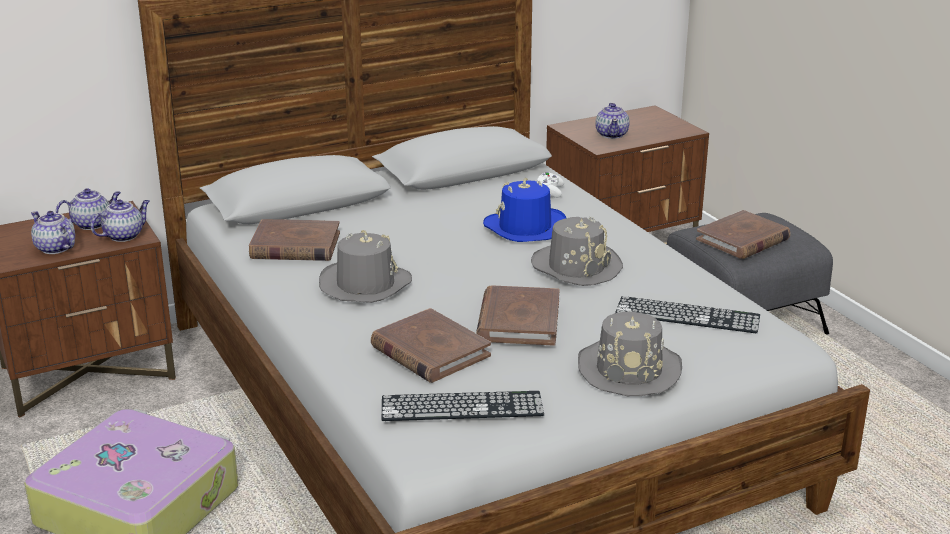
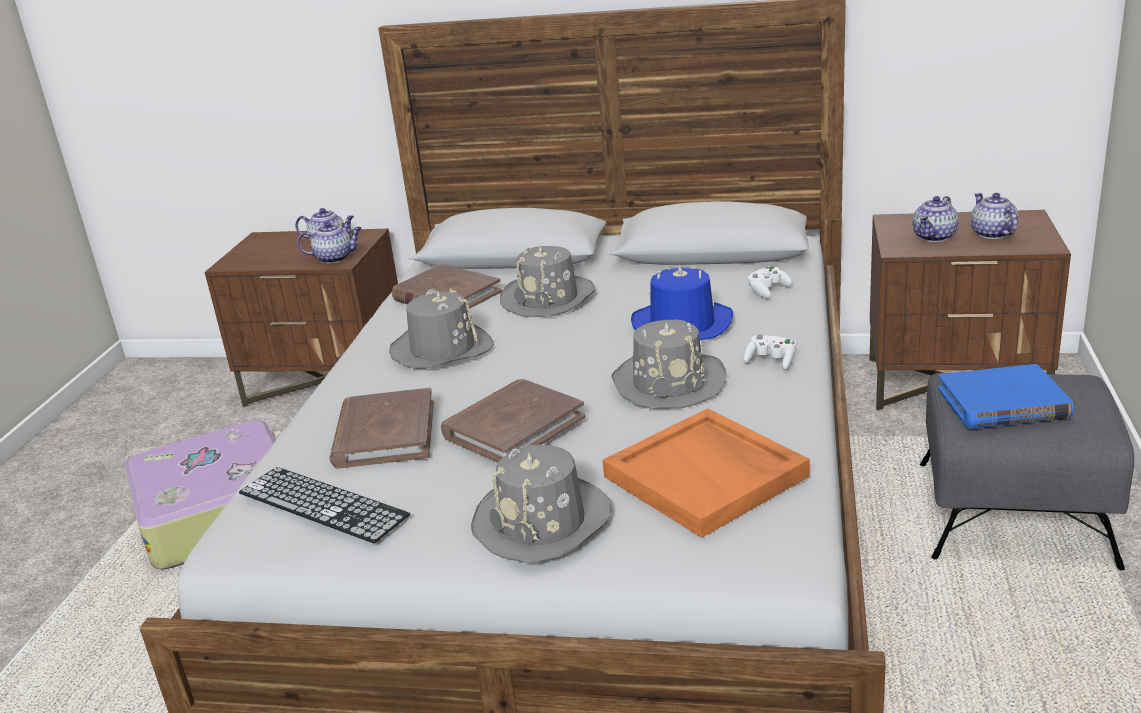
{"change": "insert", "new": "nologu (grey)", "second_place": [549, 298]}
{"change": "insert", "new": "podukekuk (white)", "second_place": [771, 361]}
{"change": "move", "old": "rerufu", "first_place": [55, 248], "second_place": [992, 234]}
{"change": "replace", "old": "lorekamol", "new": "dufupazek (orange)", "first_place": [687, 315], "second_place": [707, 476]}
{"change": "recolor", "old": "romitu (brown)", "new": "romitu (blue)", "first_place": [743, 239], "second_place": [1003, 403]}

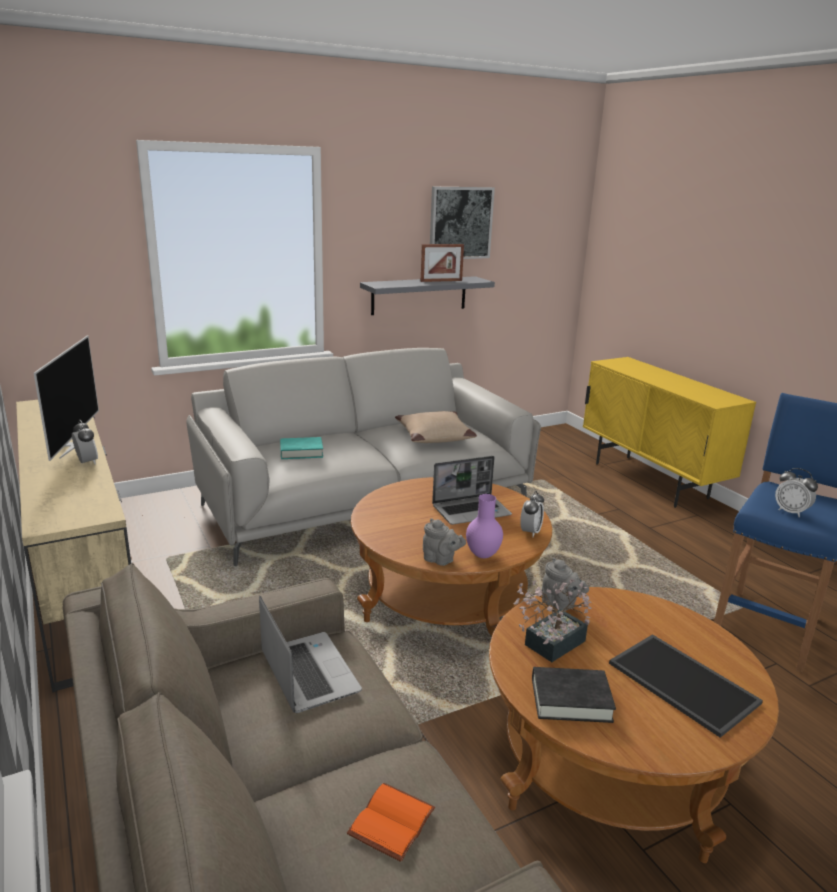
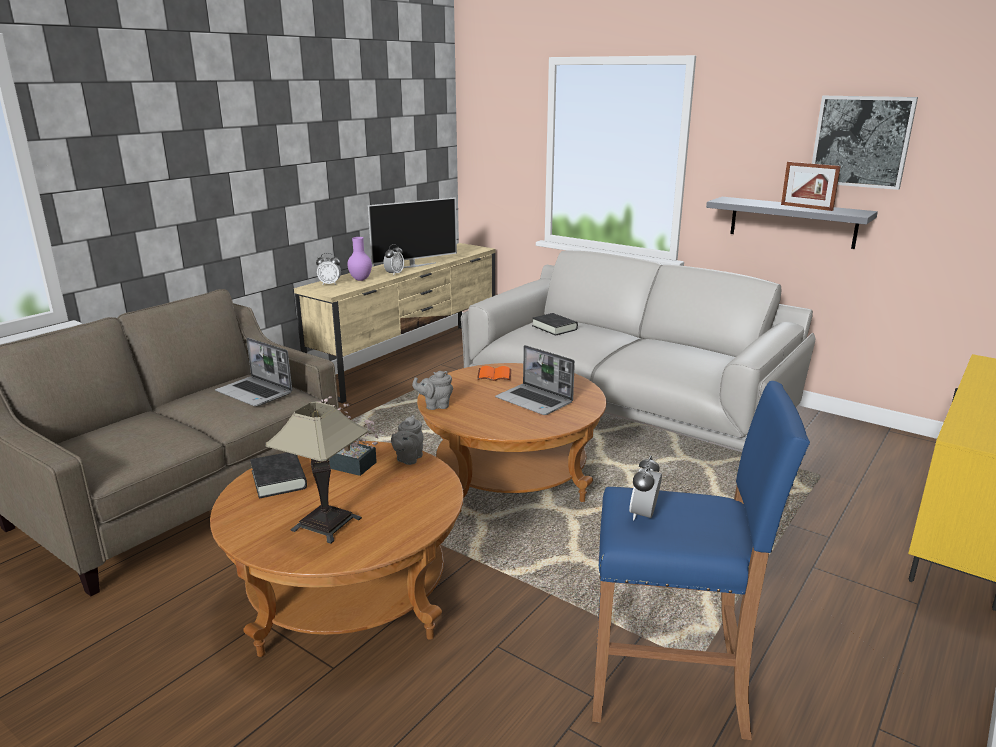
{"change": "delete", "old": "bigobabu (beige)", "first_place": [434, 436]}
{"change": "move", "old": "romitu (orange)", "first_place": [390, 820], "second_place": [495, 375]}
{"change": "move", "old": "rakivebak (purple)", "first_place": [482, 556], "second_place": [360, 280]}
{"change": "move", "old": "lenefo", "first_place": [530, 532], "second_place": [330, 284]}
{"change": "replace", "old": "dufupazek", "new": "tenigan", "first_place": [685, 683], "second_place": [326, 524]}
{"change": "recolor", "old": "romitu (turquoise)", "new": "romitu (black)", "first_place": [301, 452], "second_place": [554, 328]}
{"change": "rotate", "old": "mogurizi", "first_place": [307, 673], "second_place": [255, 393], "degrees": 90}
{"change": "rotate", "old": "rerufu (grey)", "first_place": [441, 560], "second_place": [435, 406], "degrees": 75}

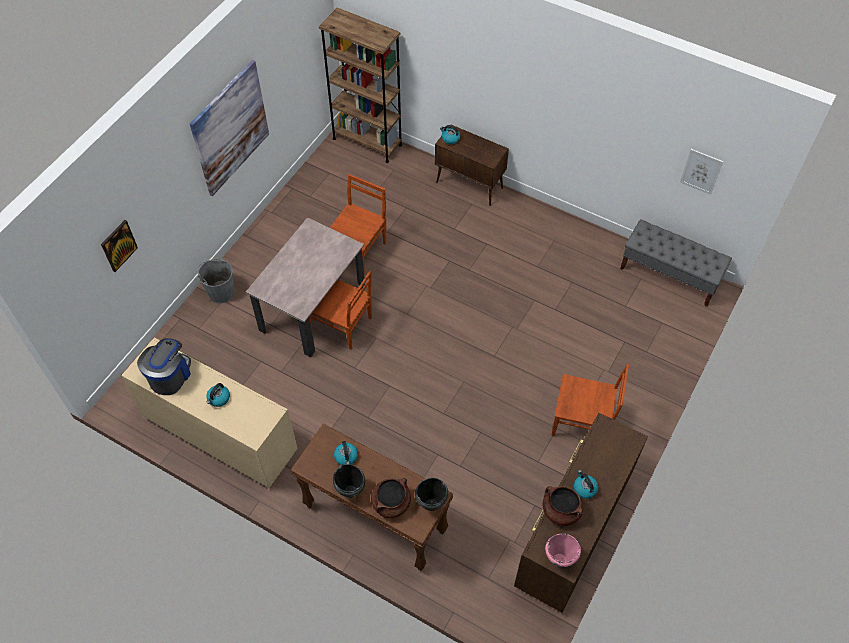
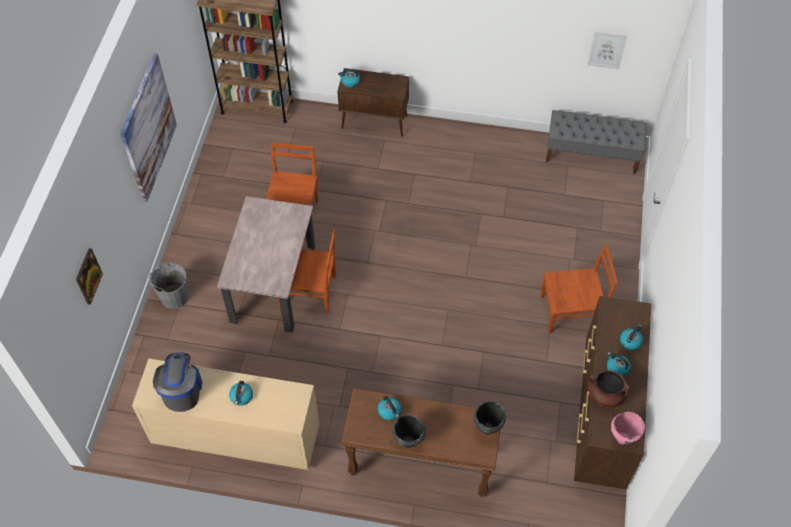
{"change": "delete", "old": "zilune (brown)", "first_place": [391, 503]}
{"change": "insert", "new": "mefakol", "second_place": [630, 341]}

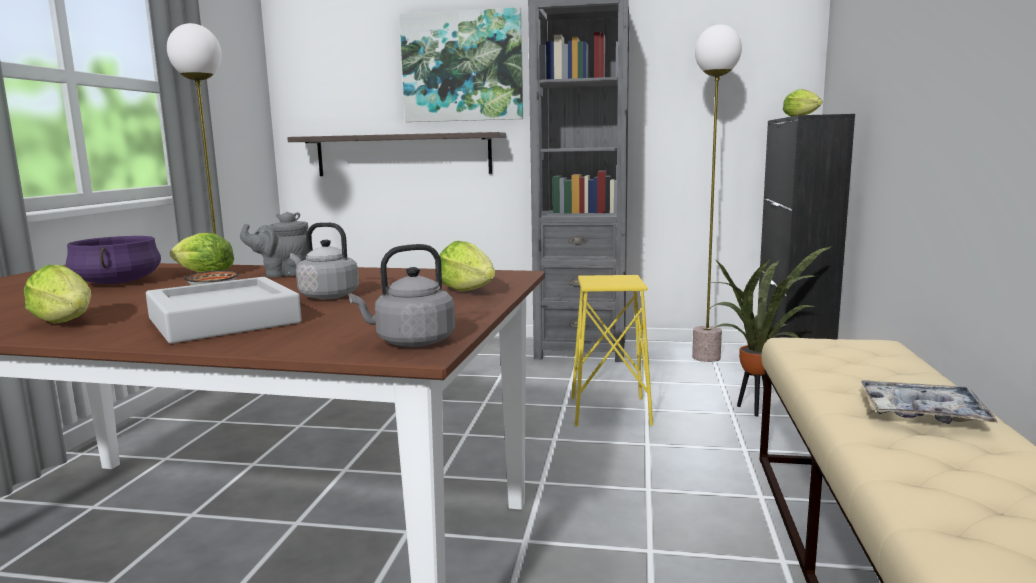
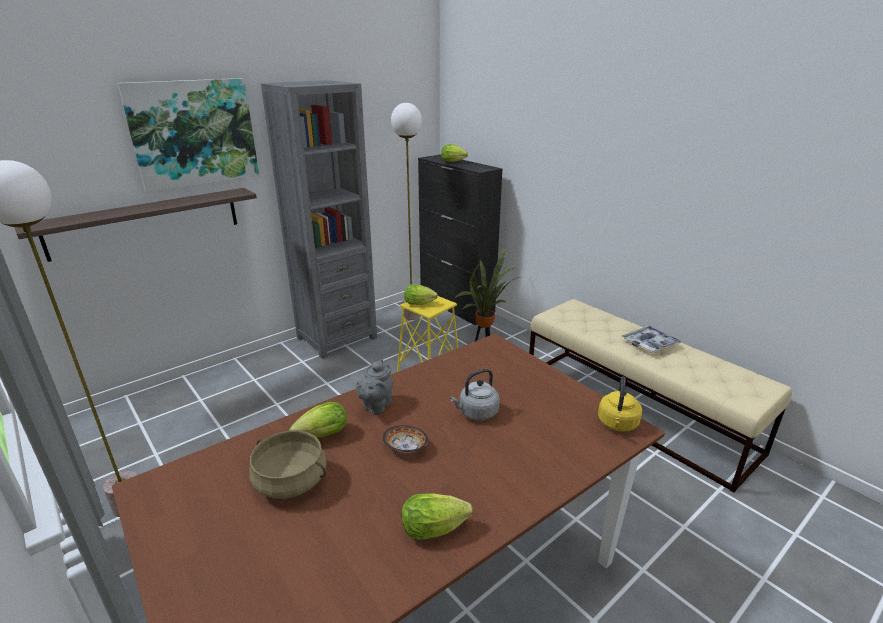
{"change": "delete", "old": "dufupazek (grey)", "first_place": [224, 321]}
{"change": "move", "old": "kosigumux", "first_place": [470, 292], "second_place": [421, 304]}
{"change": "recolor", "old": "zilune (purple)", "new": "zilune (beige)", "first_place": [118, 282], "second_place": [291, 481]}
{"change": "recolor", "old": "mefakol (grey)", "new": "mefakol (yellow)", "first_place": [411, 342], "second_place": [617, 424]}

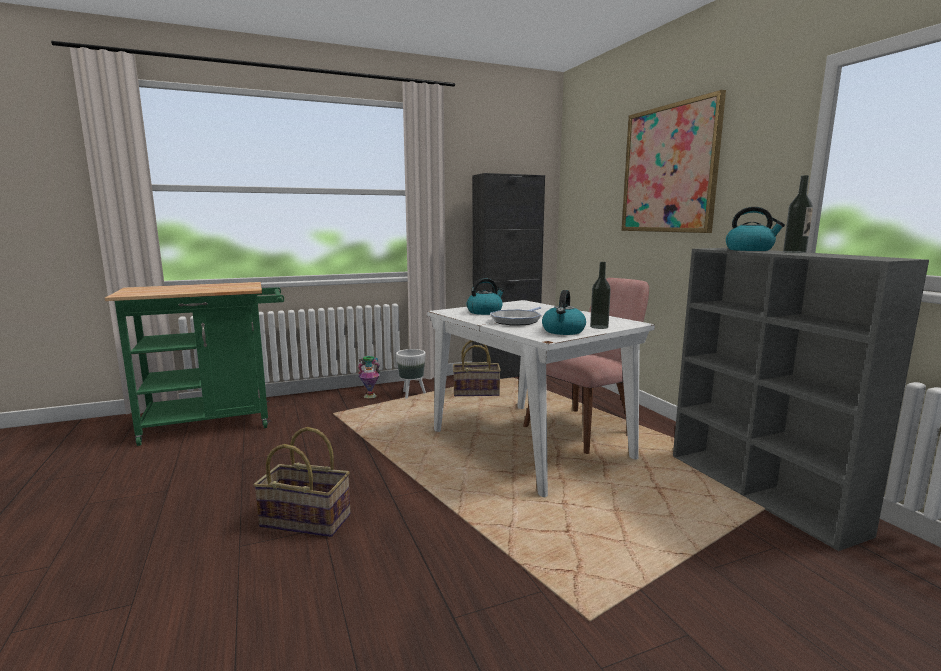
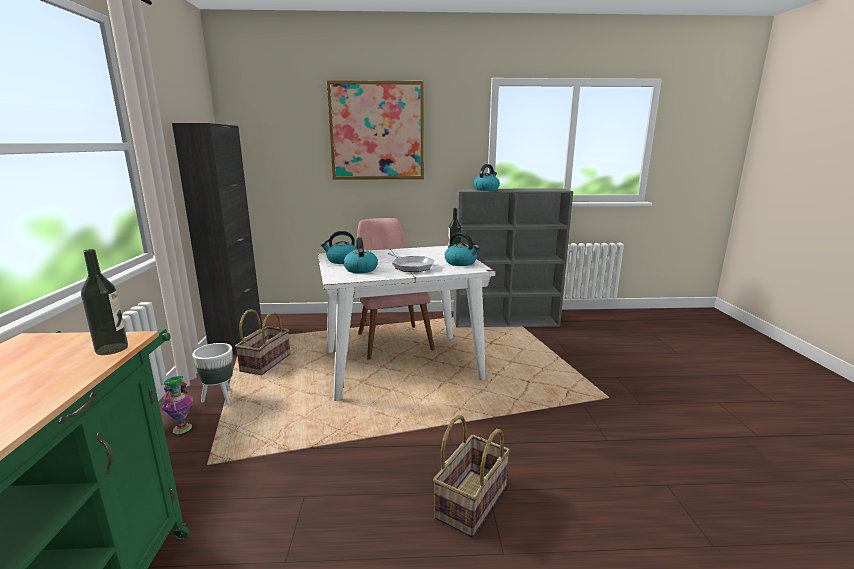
{"change": "insert", "new": "mefakol", "second_place": [342, 261]}
{"change": "move", "old": "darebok", "first_place": [794, 252], "second_place": [112, 349]}

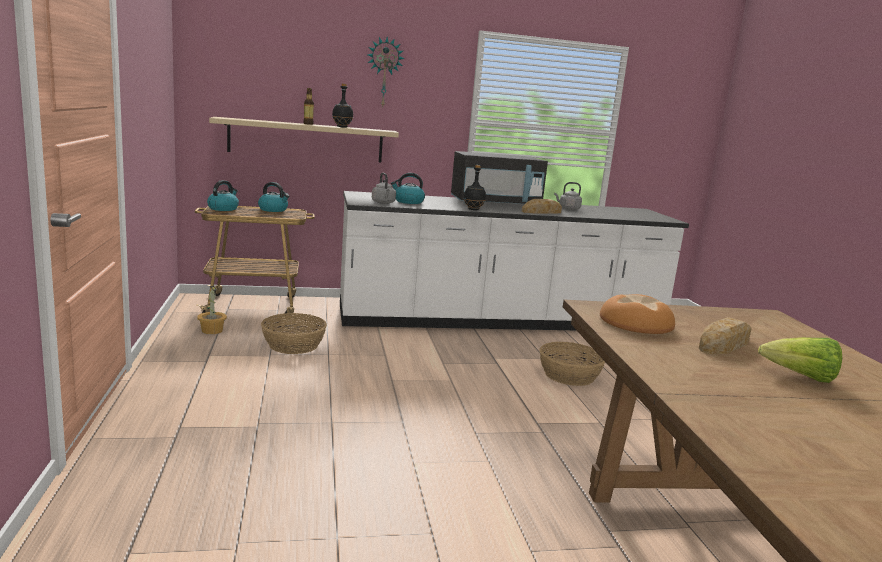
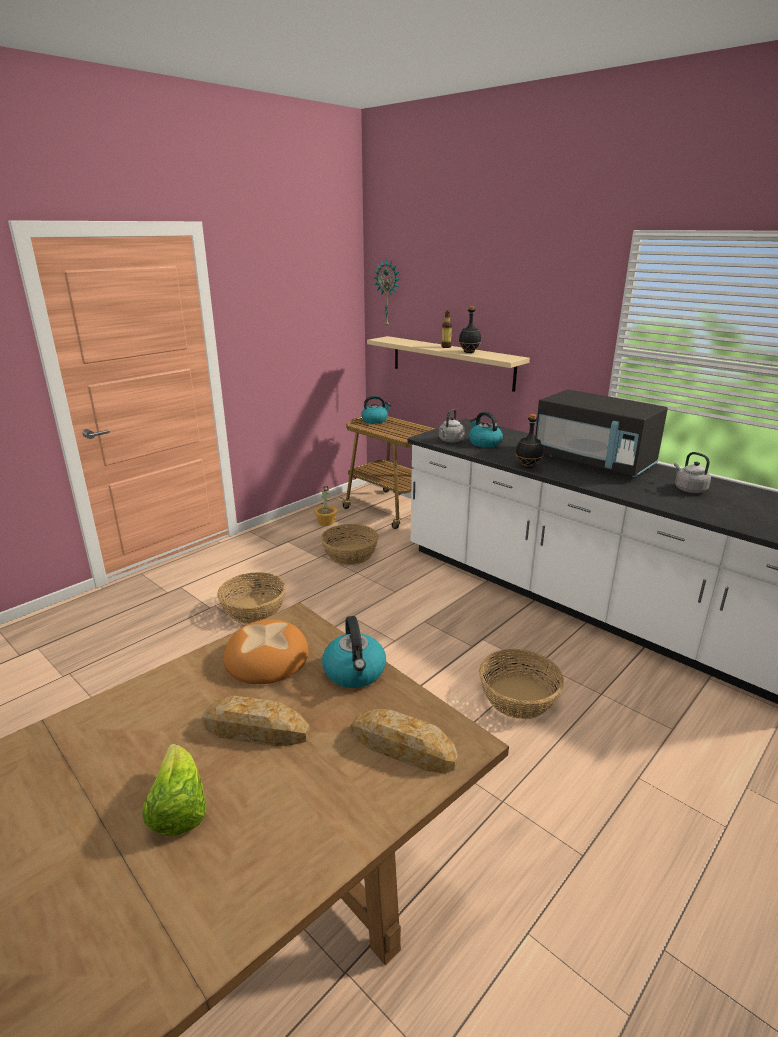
{"change": "insert", "new": "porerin", "second_place": [254, 609]}
{"change": "move", "old": "mefakol", "first_place": [273, 210], "second_place": [355, 672]}
{"change": "move", "old": "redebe", "first_place": [384, 72], "second_place": [388, 293]}
{"change": "move", "old": "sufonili", "first_place": [541, 212], "second_place": [403, 747]}

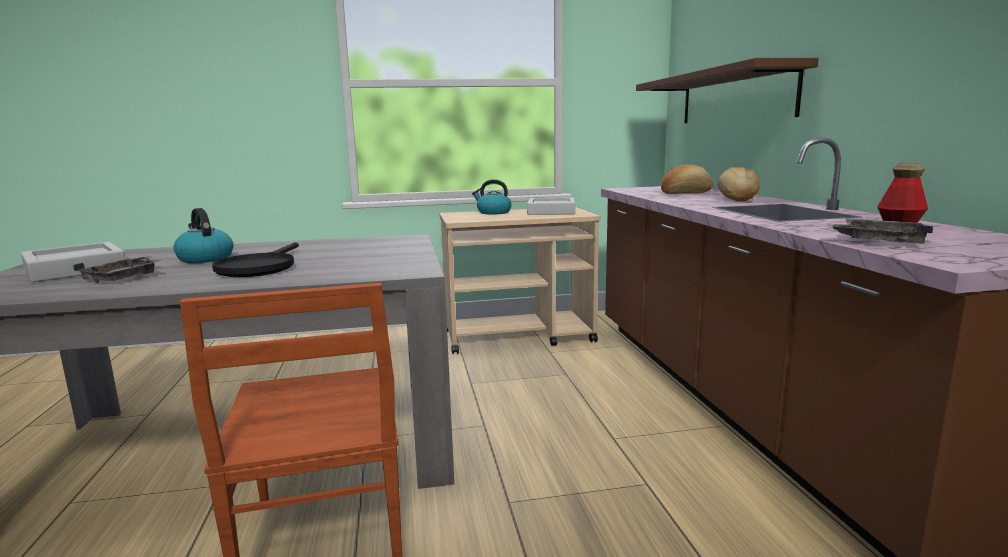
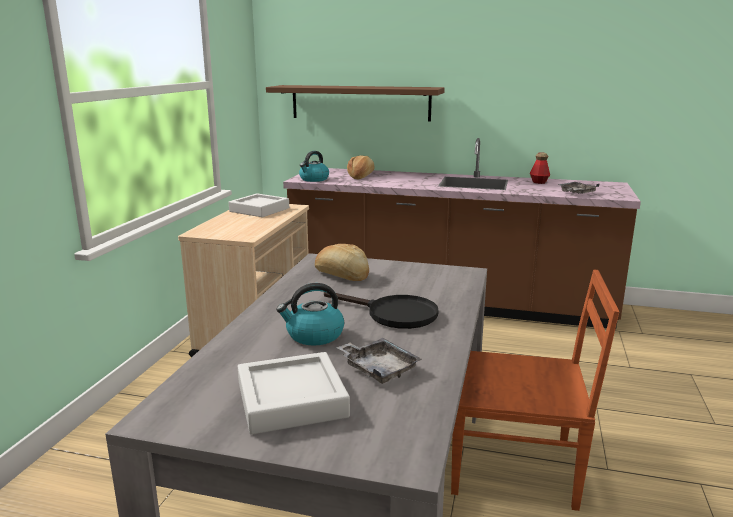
{"change": "move", "old": "mefakol", "first_place": [493, 212], "second_place": [314, 179]}
{"change": "move", "old": "sufonili", "first_place": [735, 199], "second_place": [342, 276]}

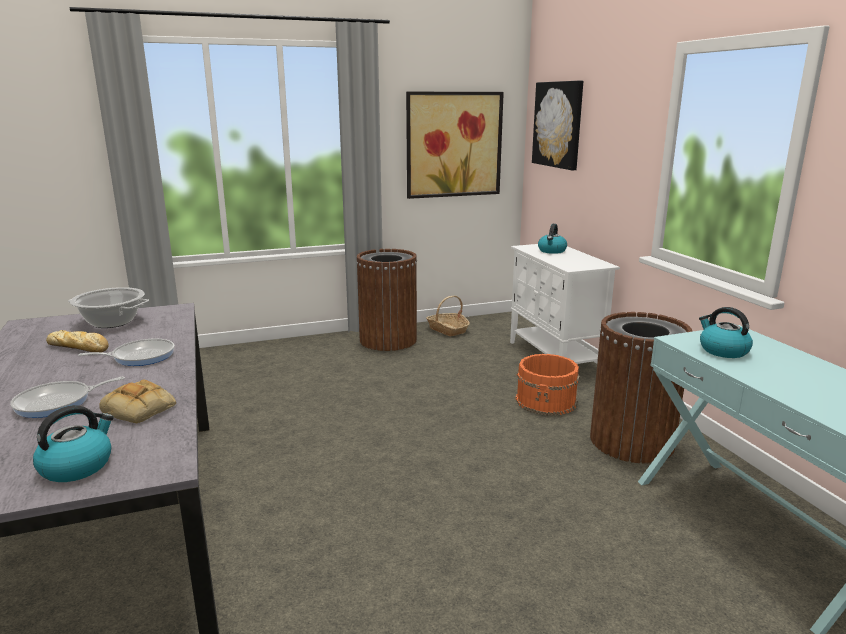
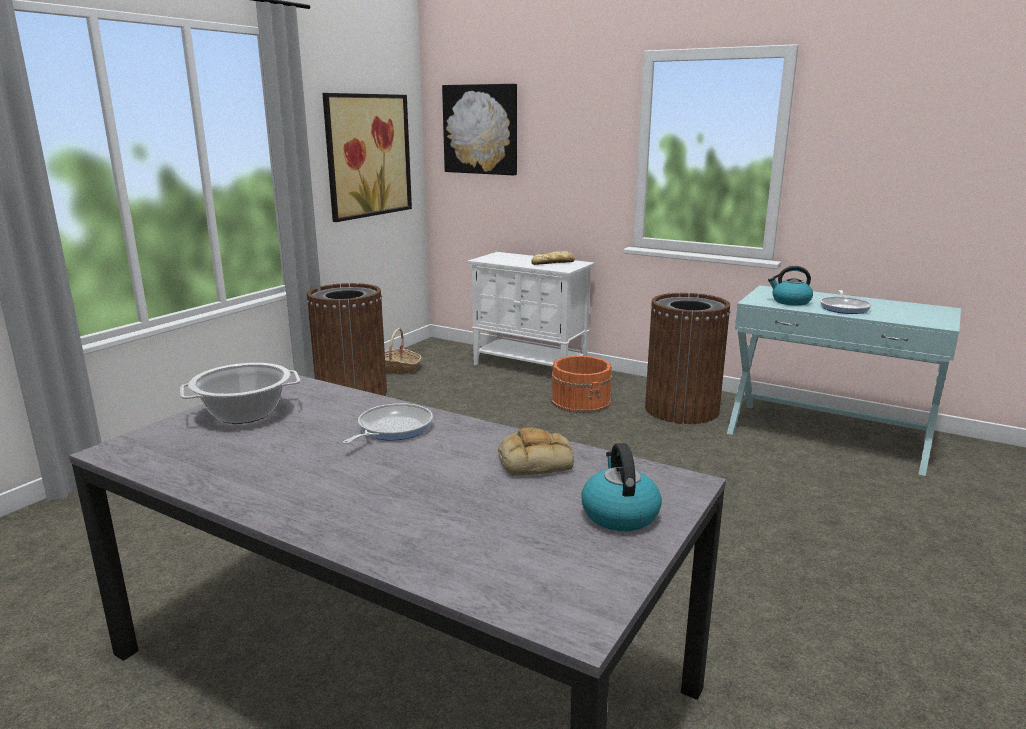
{"change": "delete", "old": "mefakol", "first_place": [552, 251]}
{"change": "move", "old": "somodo", "first_place": [57, 403], "second_place": [844, 308]}
{"change": "move", "old": "sufonili", "first_place": [79, 347], "second_place": [553, 263]}

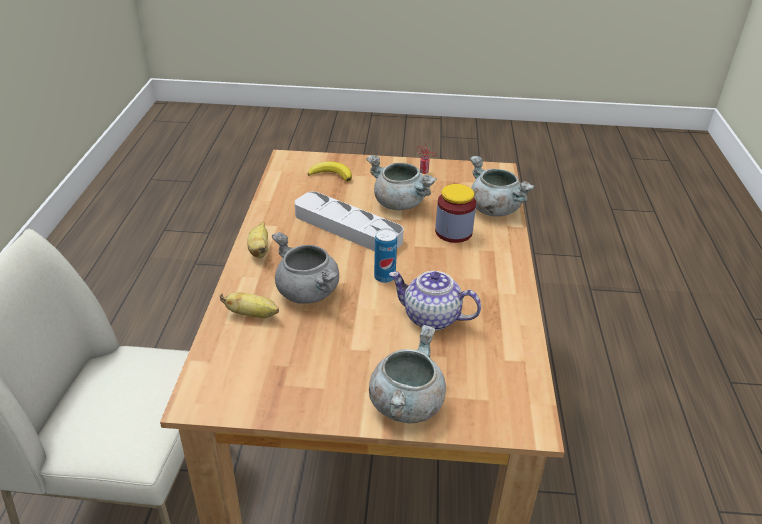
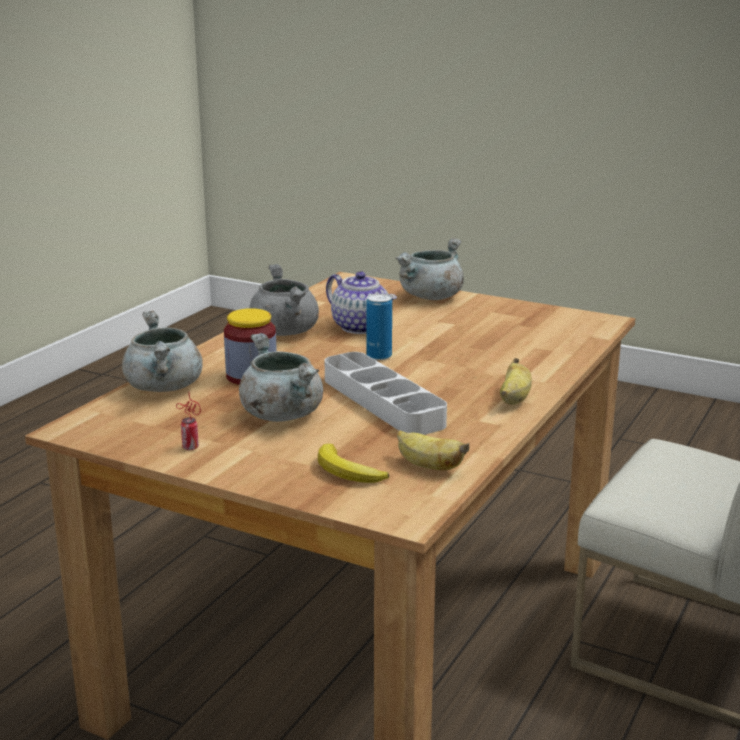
{"change": "move", "old": "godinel", "first_place": [253, 315], "second_place": [428, 466]}
{"change": "move", "old": "zilune (grey)", "first_place": [308, 293], "second_place": [284, 331]}

